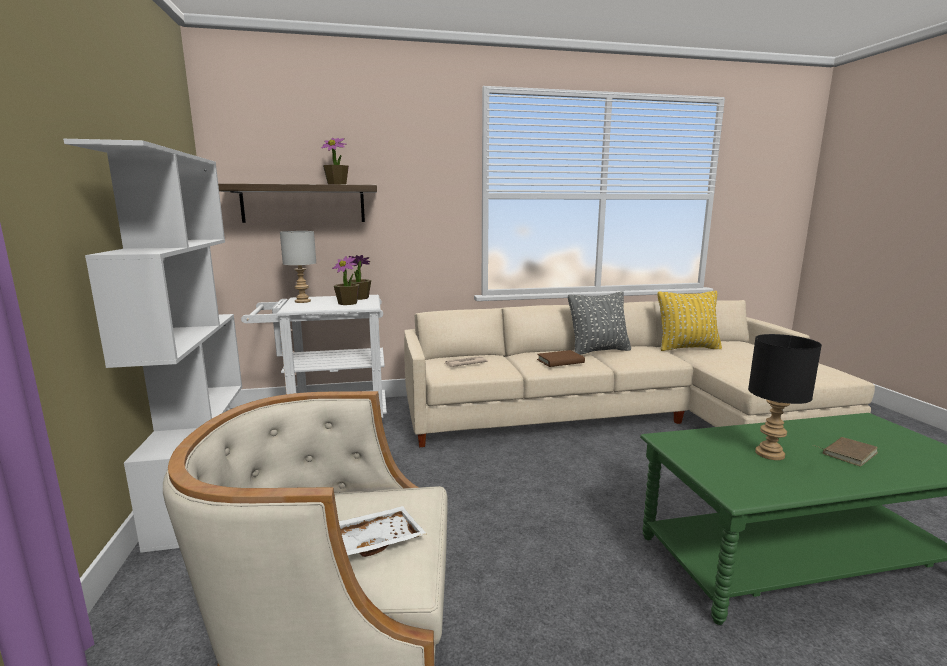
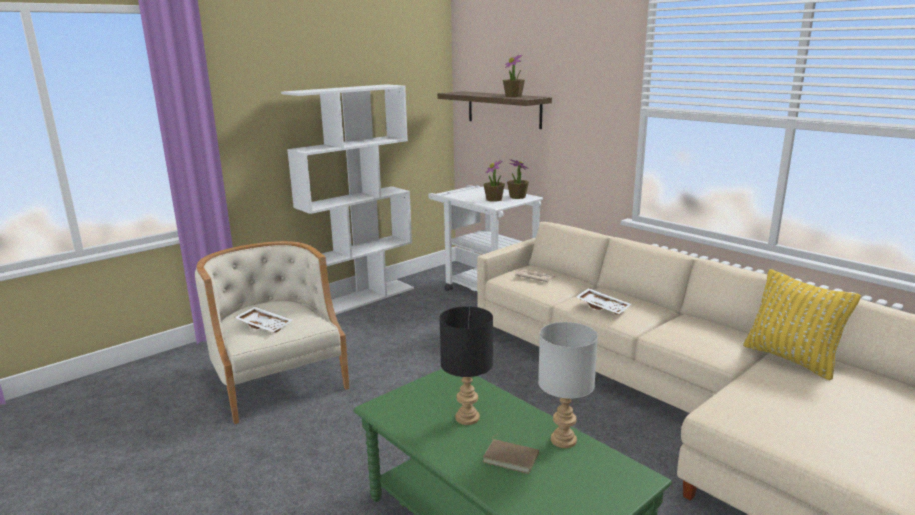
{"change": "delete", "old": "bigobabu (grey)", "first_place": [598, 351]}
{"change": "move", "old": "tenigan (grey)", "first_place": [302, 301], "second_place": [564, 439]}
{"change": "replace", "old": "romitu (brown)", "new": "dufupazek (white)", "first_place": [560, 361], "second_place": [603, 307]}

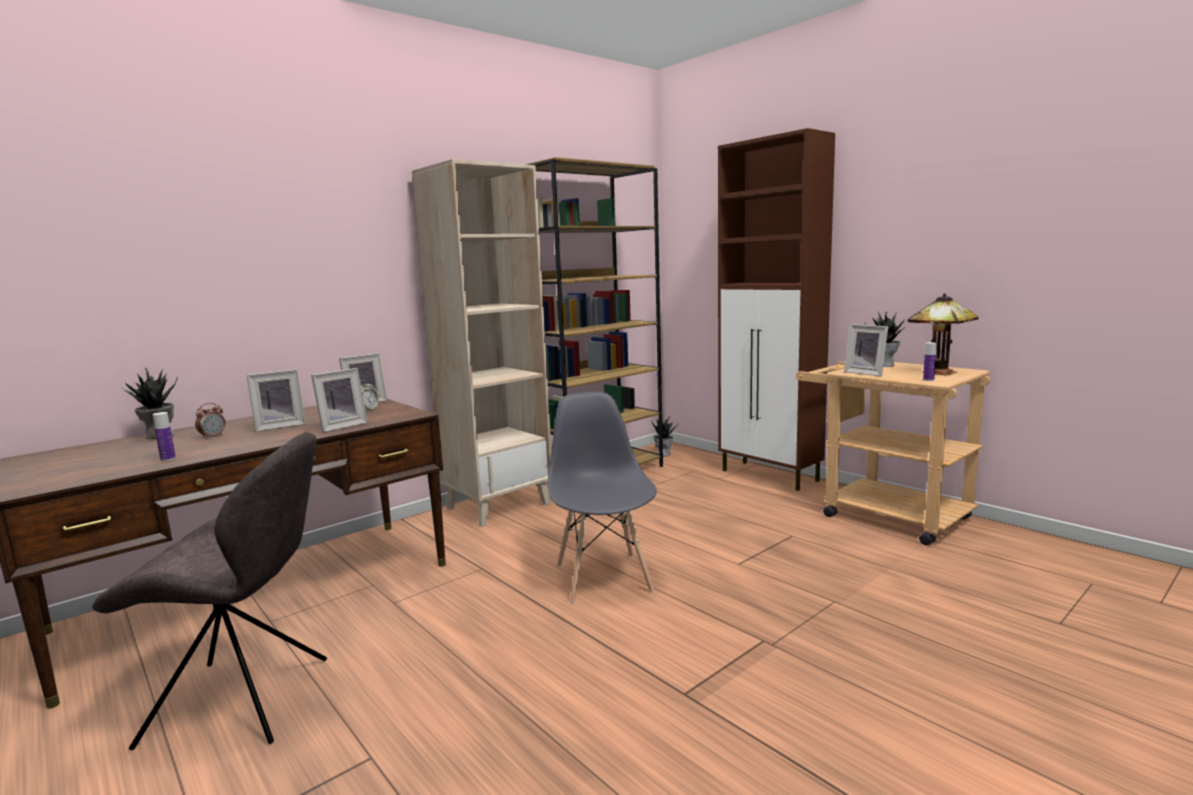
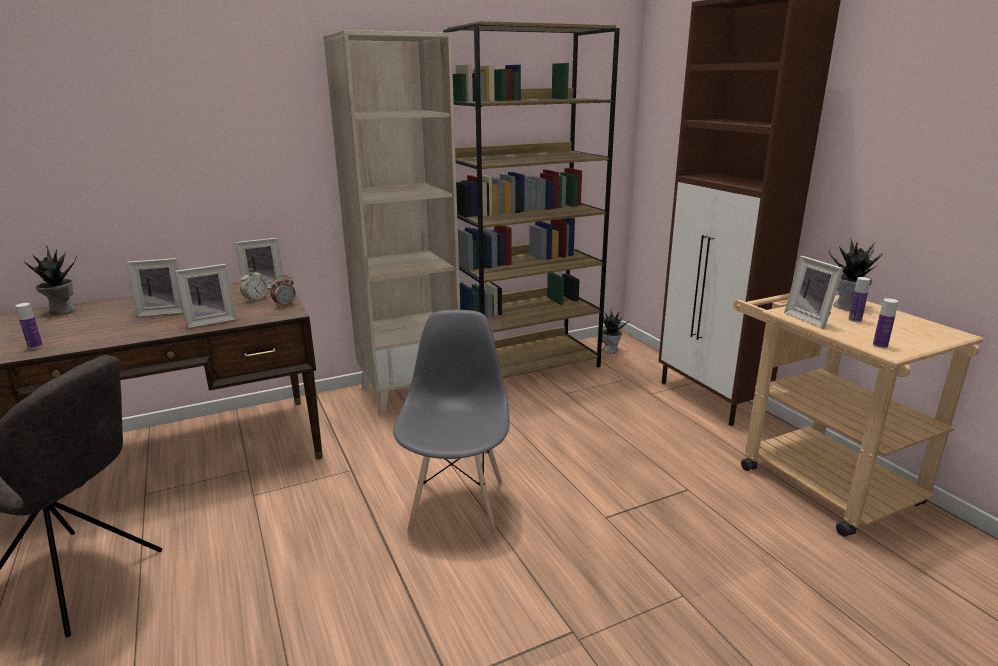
{"change": "delete", "old": "tenigan", "first_place": [940, 373]}
{"change": "insert", "new": "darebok", "second_place": [855, 320]}
{"change": "move", "old": "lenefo", "first_place": [213, 437], "second_place": [285, 305]}

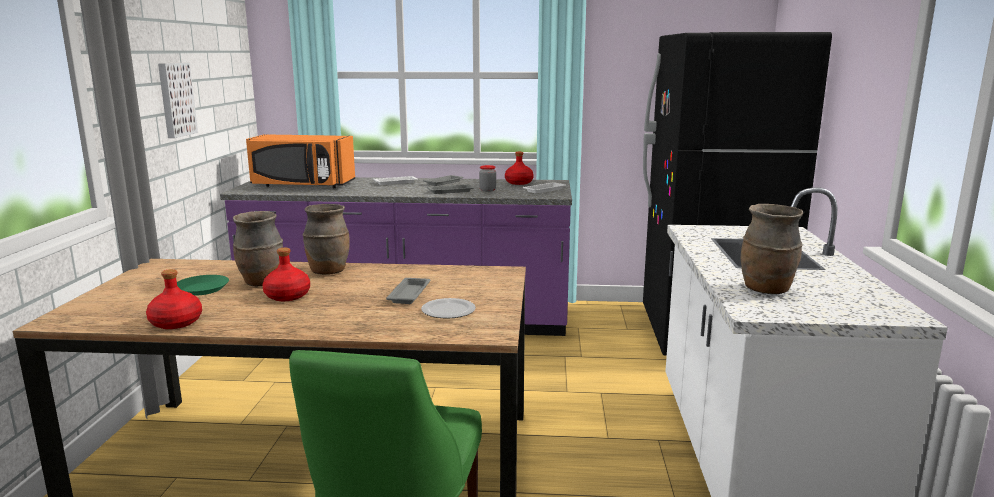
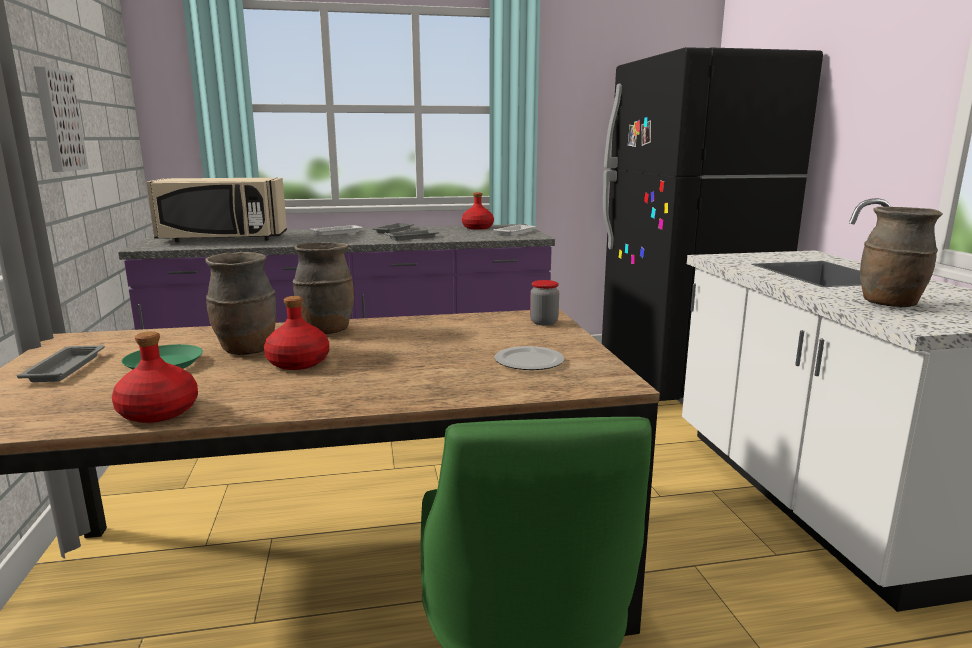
{"change": "move", "old": "dufupazek (grey)", "first_place": [409, 294], "second_place": [66, 368]}
{"change": "move", "old": "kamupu", "first_place": [487, 190], "second_place": [544, 322]}
{"change": "recolor", "old": "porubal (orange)", "new": "porubal (beige)", "first_place": [302, 185], "second_place": [223, 239]}

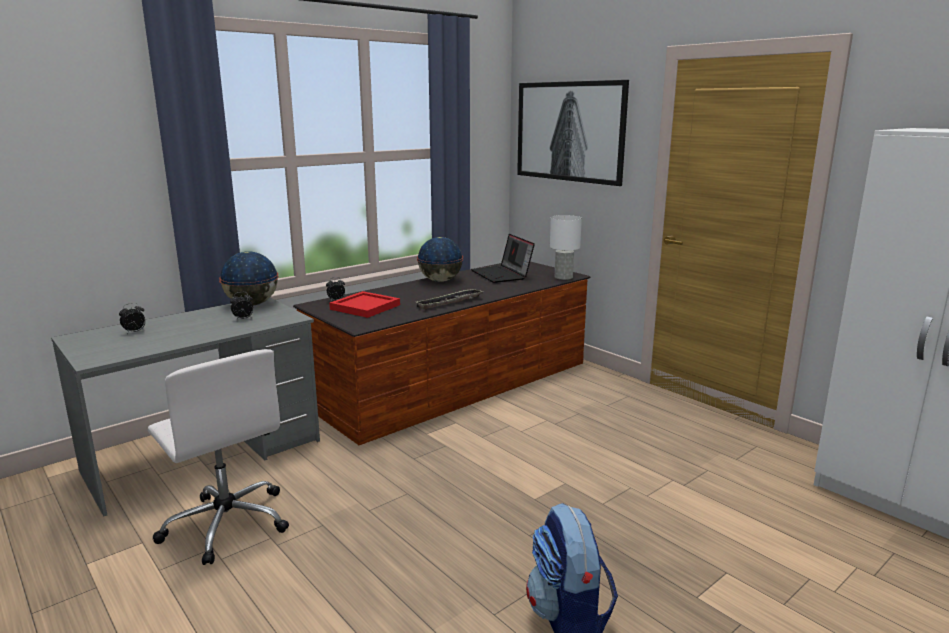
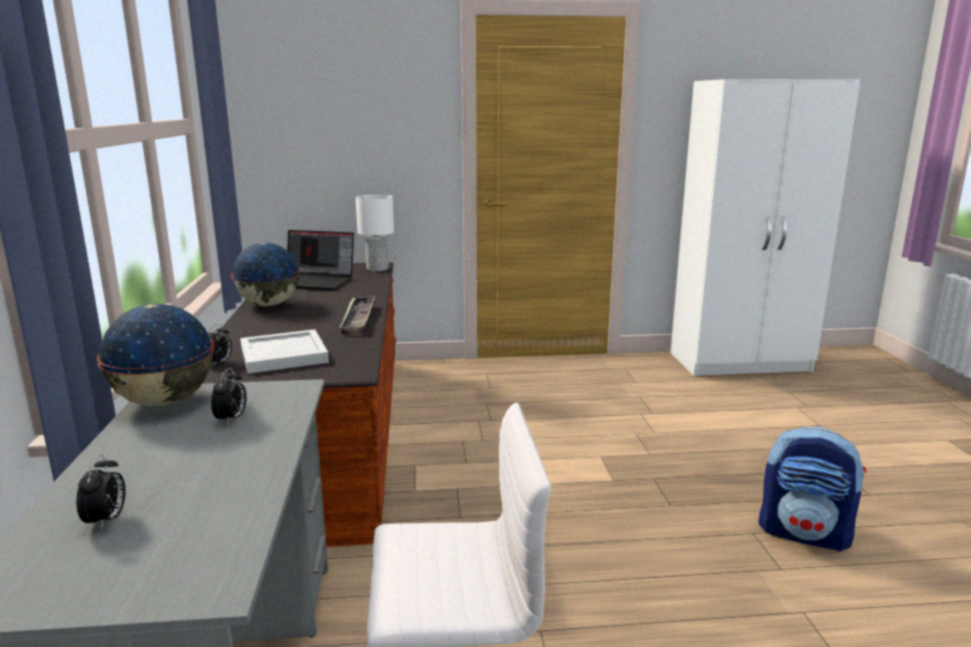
{"change": "delete", "old": "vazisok", "first_place": [569, 131]}
{"change": "recolor", "old": "dufupazek (red)", "new": "dufupazek (white)", "first_place": [366, 307], "second_place": [285, 354]}

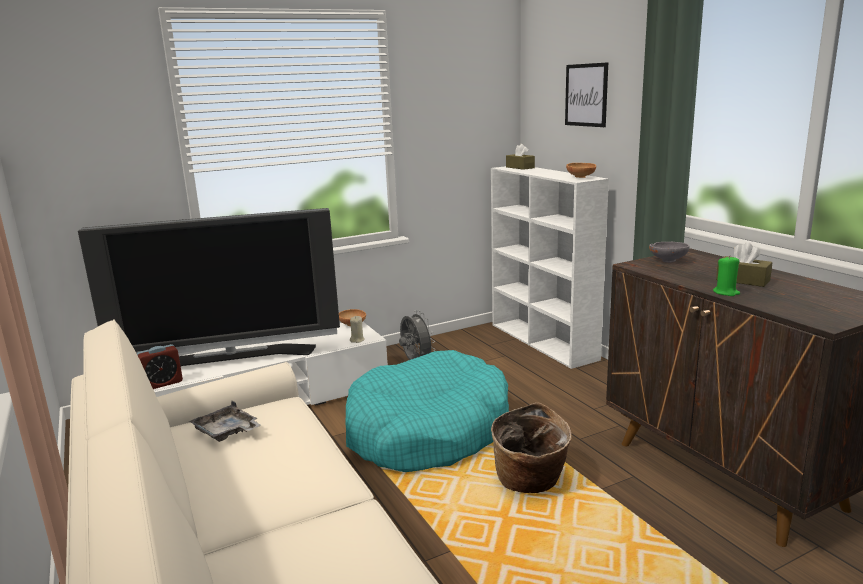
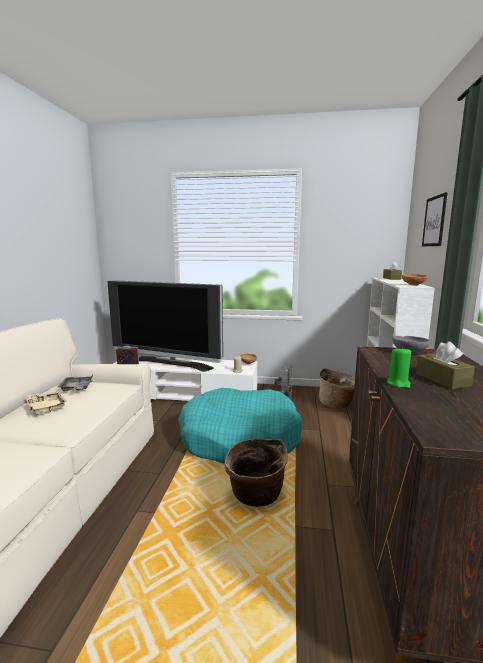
{"change": "insert", "new": "dufupazek (beige)", "second_place": [46, 407]}
{"change": "insert", "new": "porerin", "second_place": [337, 404]}

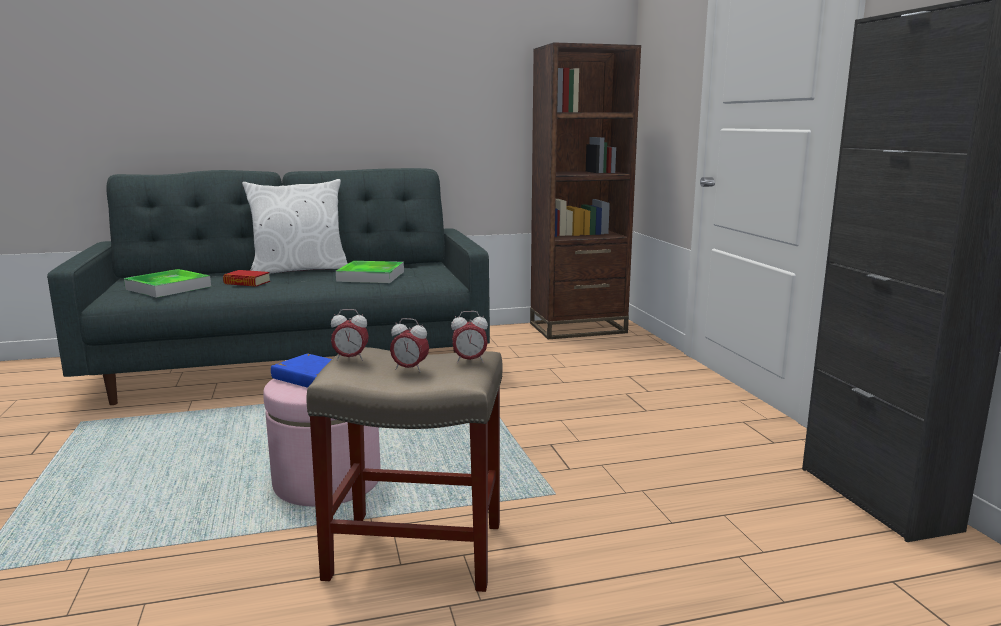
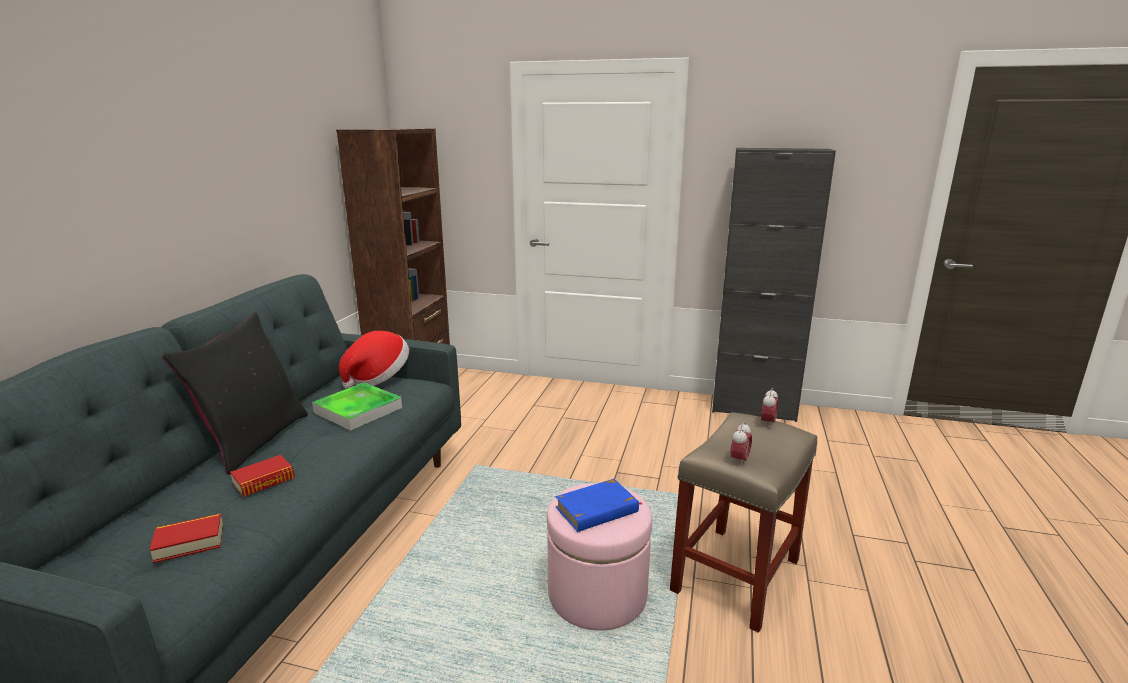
{"change": "delete", "old": "lenefo", "first_place": [410, 369]}
{"change": "insert", "new": "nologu", "second_place": [378, 378]}
{"change": "replace", "old": "dufupazek", "new": "romitu", "first_place": [168, 288], "second_place": [189, 543]}
{"change": "recolor", "old": "bigobabu (white)", "new": "bigobabu (black)", "first_place": [299, 271], "second_place": [253, 440]}

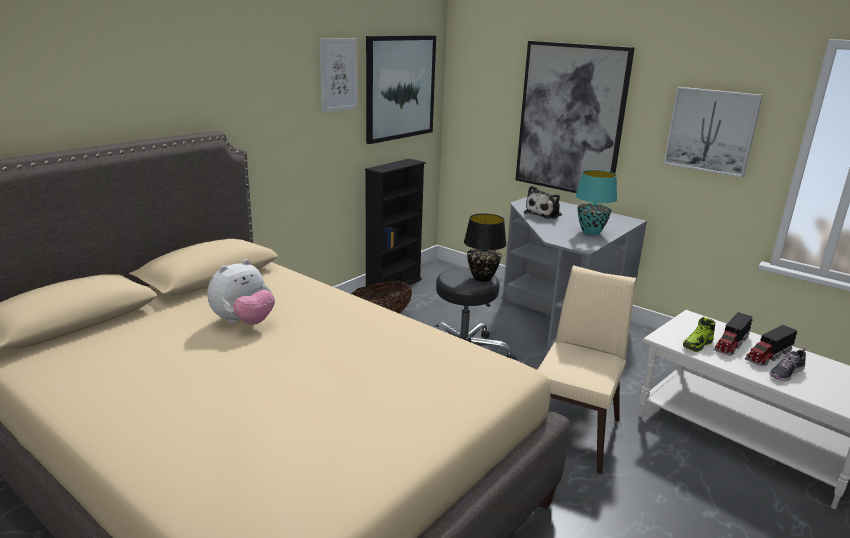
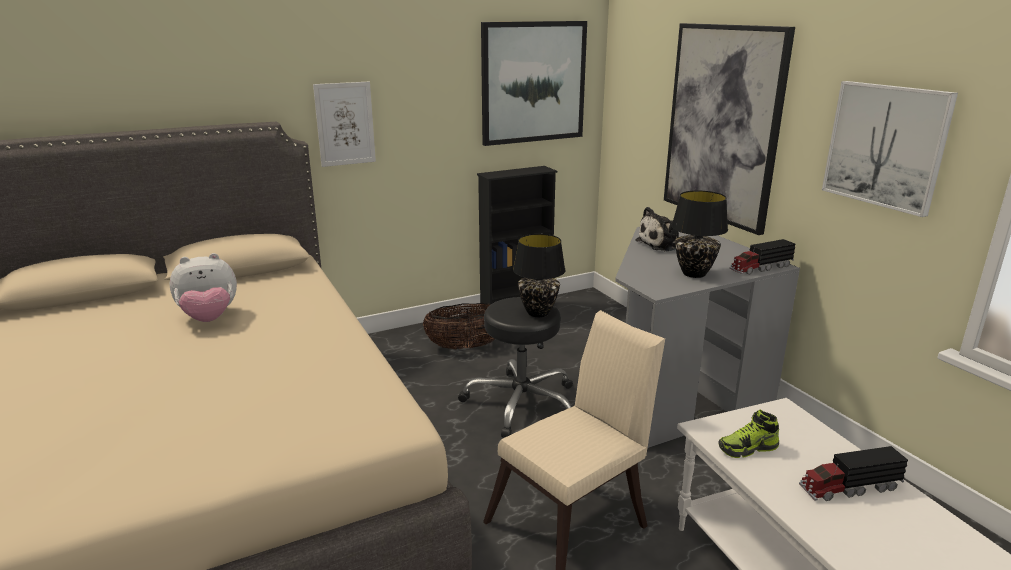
{"change": "delete", "old": "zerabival", "first_place": [786, 373]}
{"change": "move", "old": "vazisok", "first_place": [338, 75], "second_place": [345, 124]}
{"change": "move", "old": "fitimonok", "first_place": [731, 343], "second_place": [760, 268]}
{"change": "recolor", "old": "tenigan (turquoise)", "new": "tenigan (black)", "first_place": [591, 232], "second_place": [694, 274]}

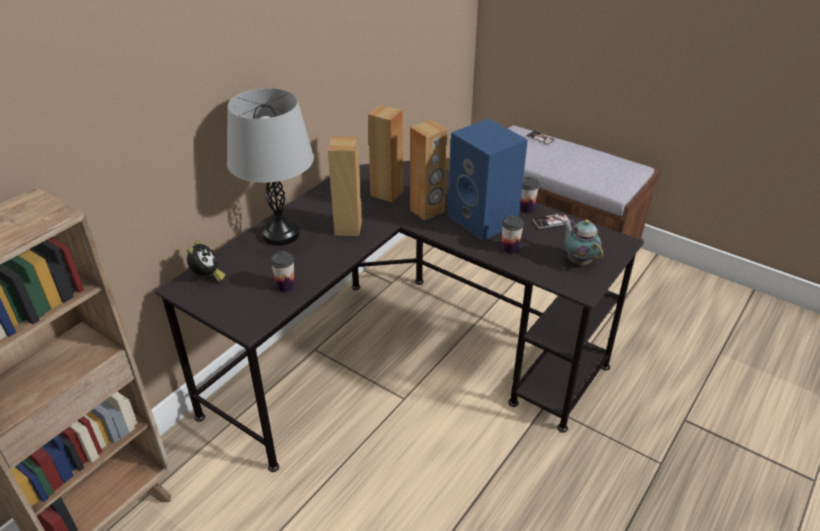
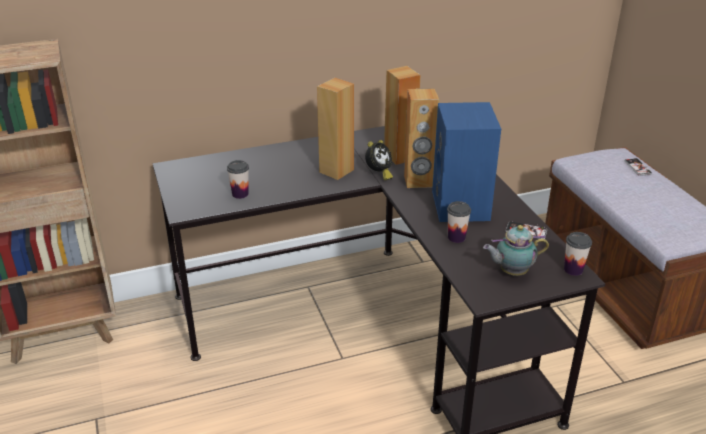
{"change": "delete", "old": "tenigan (grey)", "first_place": [281, 234]}
{"change": "move", "old": "lenefo", "first_place": [207, 277], "second_place": [378, 174]}
{"change": "move", "old": "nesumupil", "first_place": [526, 208], "second_place": [573, 270]}
{"change": "rotate", "old": "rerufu", "first_place": [578, 260], "second_place": [511, 272], "degrees": -105}

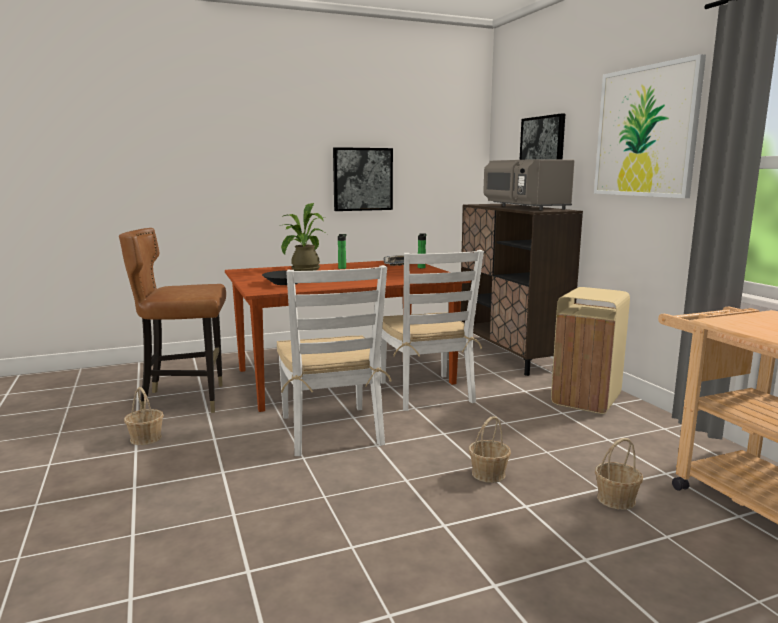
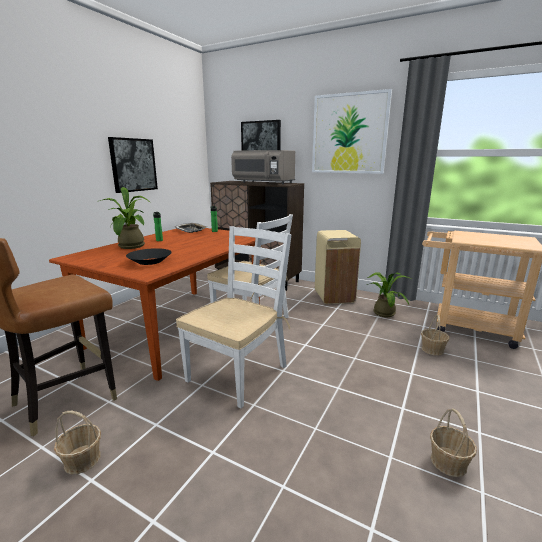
{"change": "insert", "new": "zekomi", "second_place": [383, 312]}
{"change": "move", "old": "porerin", "first_place": [488, 474], "second_place": [448, 462]}
{"change": "rotate", "old": "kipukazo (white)", "first_place": [331, 430], "second_place": [238, 372], "degrees": -90}

